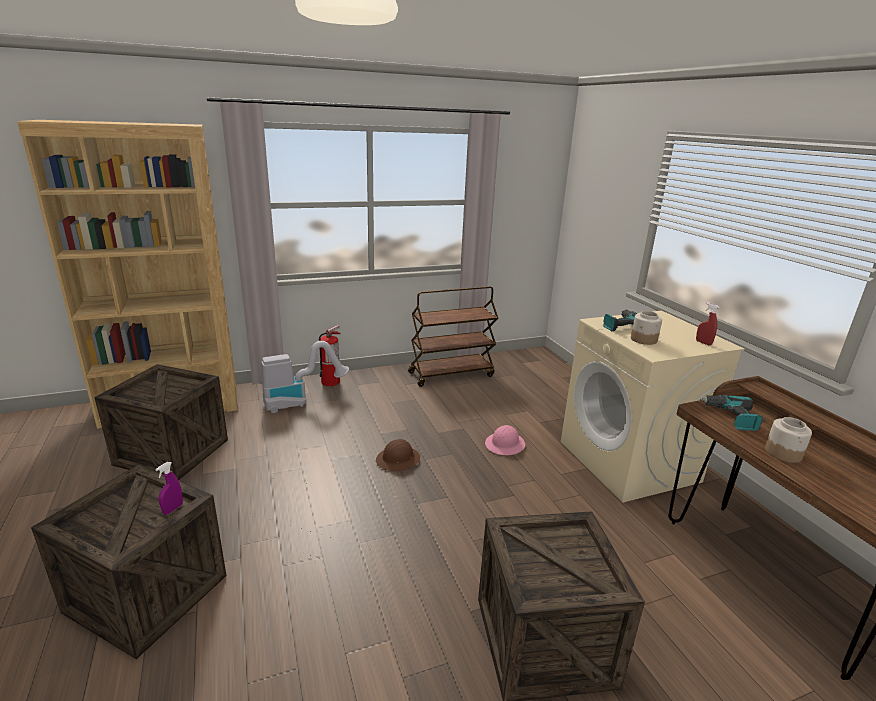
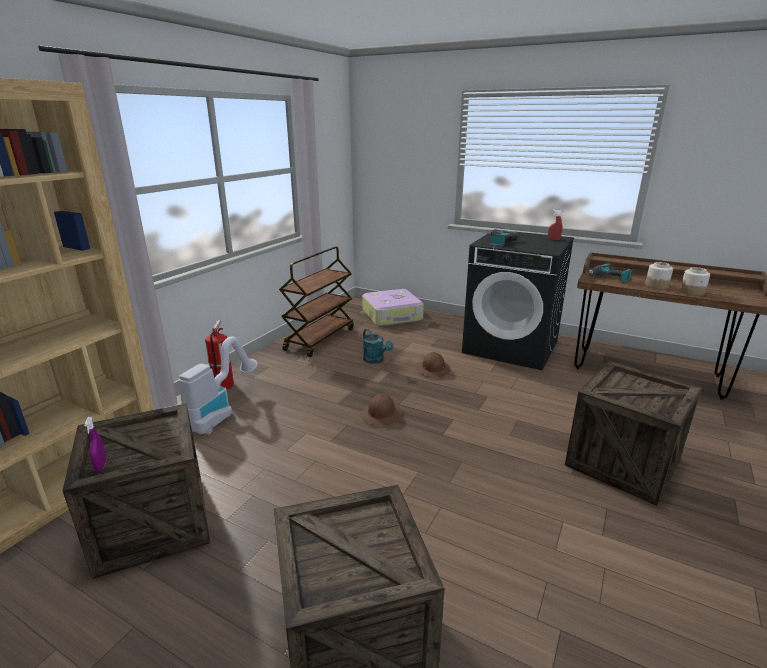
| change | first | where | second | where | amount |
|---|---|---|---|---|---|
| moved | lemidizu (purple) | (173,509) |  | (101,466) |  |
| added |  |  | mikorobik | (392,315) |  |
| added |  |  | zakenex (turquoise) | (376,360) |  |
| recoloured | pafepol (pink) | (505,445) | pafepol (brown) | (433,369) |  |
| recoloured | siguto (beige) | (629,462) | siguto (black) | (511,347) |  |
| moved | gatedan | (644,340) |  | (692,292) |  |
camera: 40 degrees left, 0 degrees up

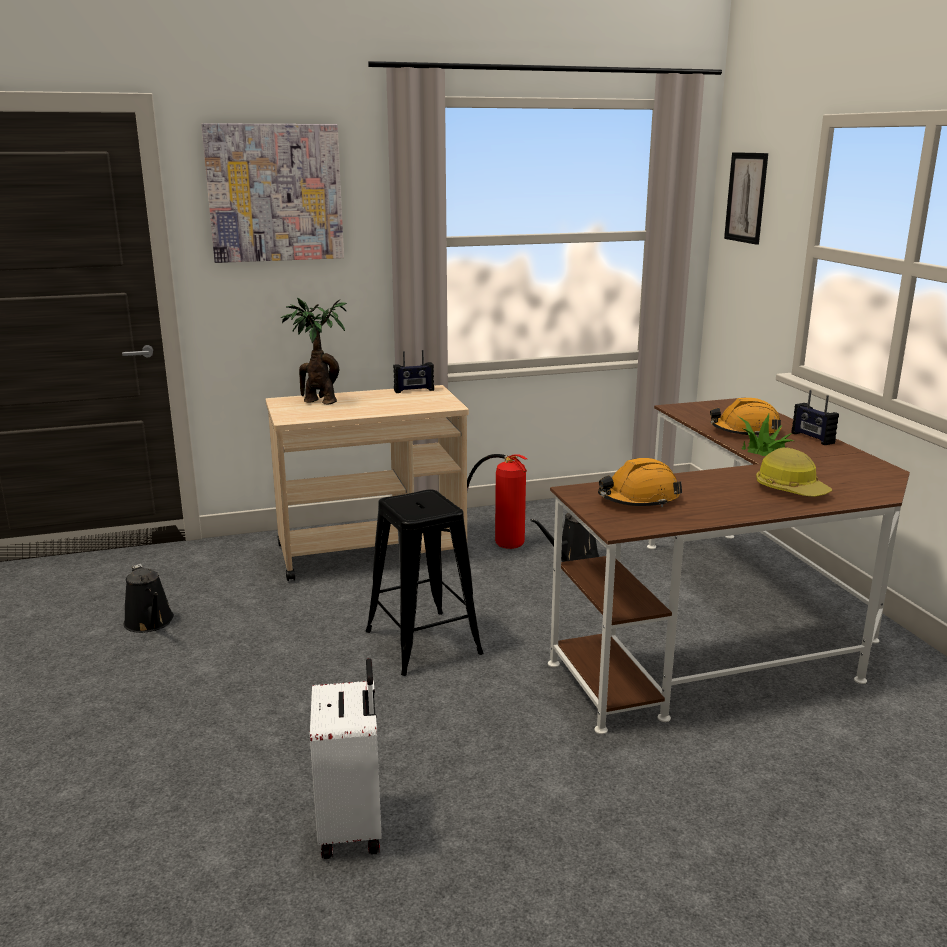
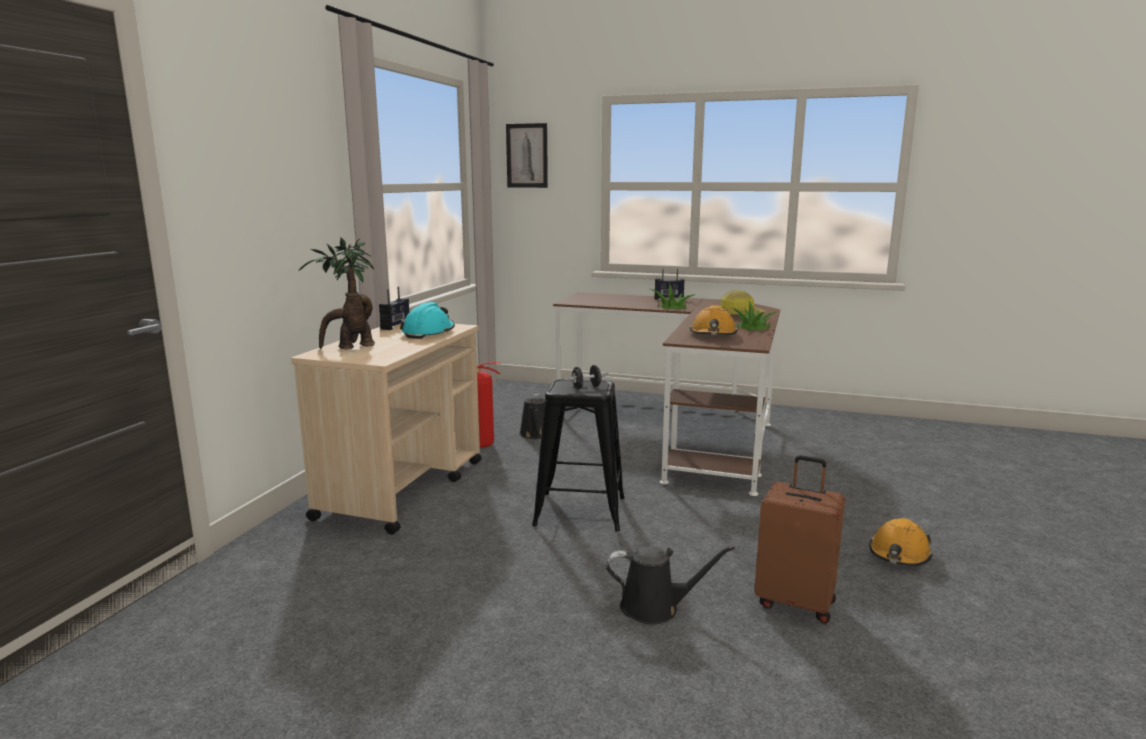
| change | first | where | second | where | amount |
|---|---|---|---|---|---|
| added |  |  | pafepol (turquoise) | (429,332) |  |
| added |  |  | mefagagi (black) | (586,387) |  |
| moved | zakenex (black) | (150,623) |  | (655,608) |  |
| added |  |  | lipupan | (752,327) |  |
| recoloured | mikorobik (white) | (353,827) | mikorobik (brown) | (795,602) |  |
| moved | pafepol (orange) | (745,431) |  | (899,555) |  |
| removed | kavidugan | (275,193) |  |  |  |
camera: 55 degrees left, 5 degrees down

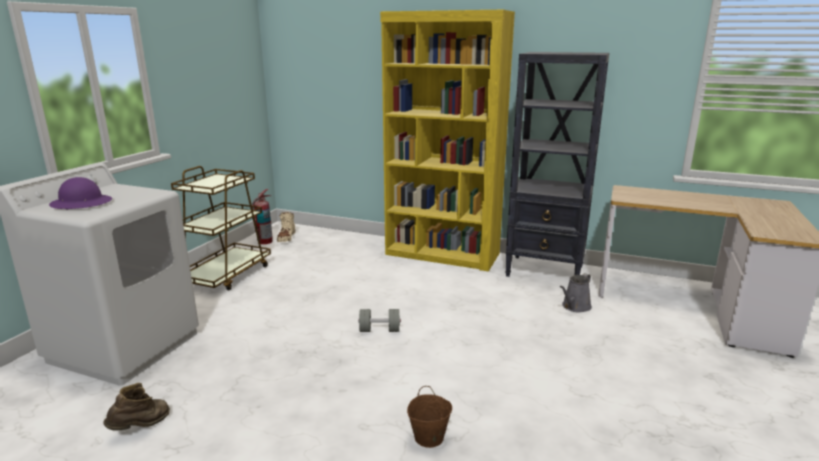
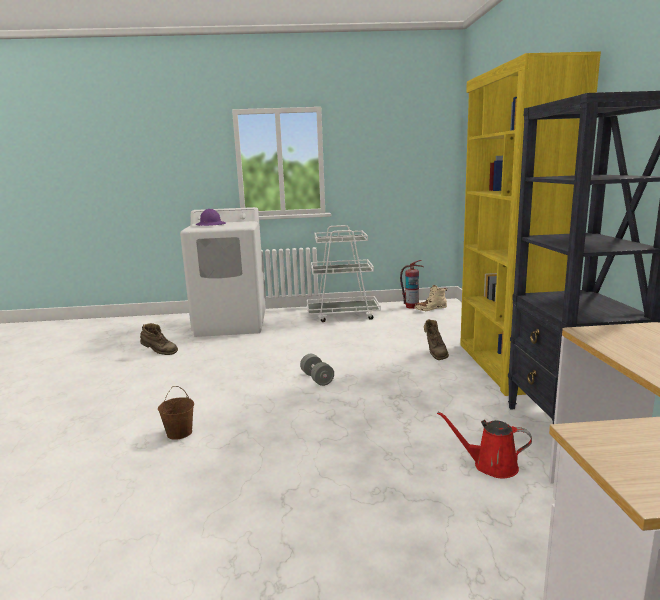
| change | first | where | second | where | amount |
|---|---|---|---|---|---|
| recoloured | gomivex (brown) | (226,275) | gomivex (white) | (343,315) |  |
| added |  |  | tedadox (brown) | (435,353) |  |
| recoloured | zakenex (grey) | (575,307) | zakenex (red) | (490,465) |  |
camera: 65 degrees right, 5 degrees down

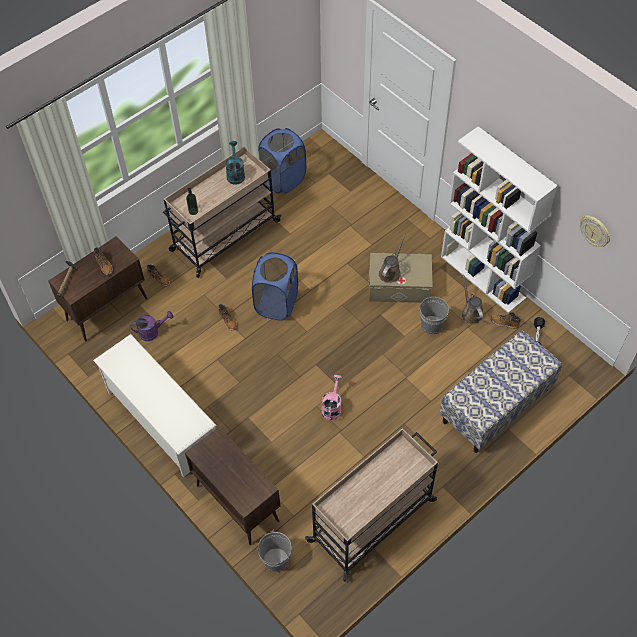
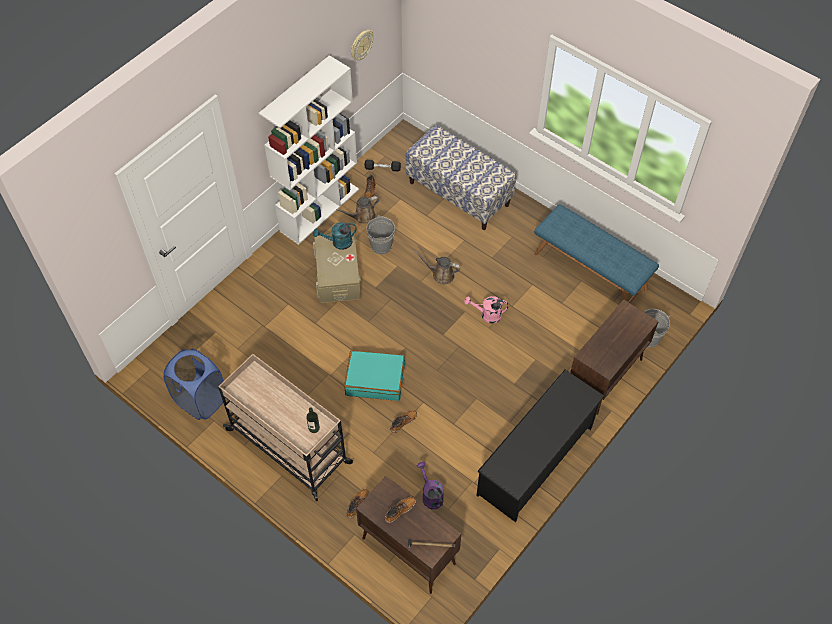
| change | first | where | second | where | amount |
|---|---|---|---|---|---|
| moved | zakenex (turquoise) | (235,173) |  | (338,243) |  |
| replaced | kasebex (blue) | (276,303) | mikorobik (turquoise) | (375,380) |  |
| moved | zakenex (brown) | (390,272) |  | (441,275) |  |
| recoloured | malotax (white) | (162,421) | malotax (black) | (535,461) |  |
| replaced | gomivex (beige) | (373,520) | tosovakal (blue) | (590,271) |  |
camera: 100 degrees left, 0 degrees up

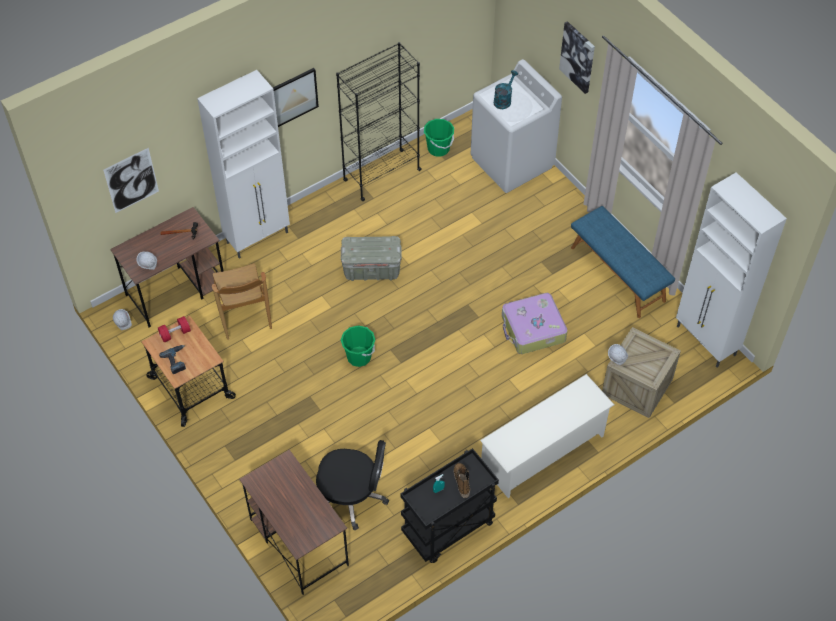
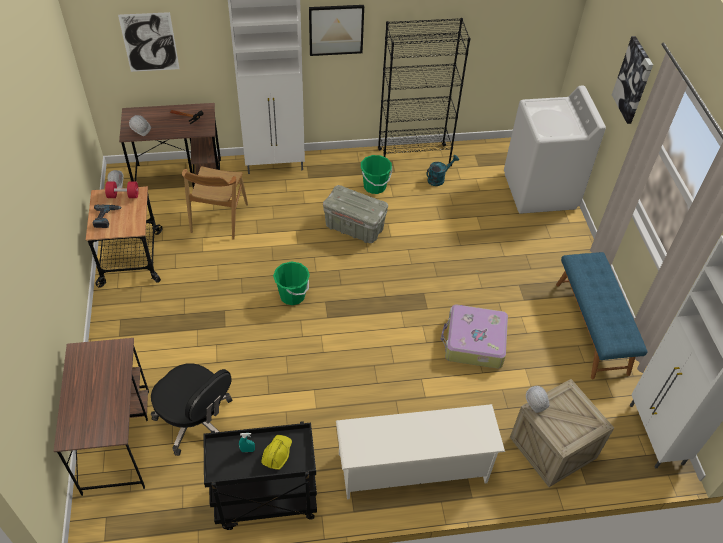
| change | first | where | second | where | amount |
|---|---|---|---|---|---|
| replaced | tedadox | (461,482) | pafepol (yellow) | (277,454) |  |
| moved | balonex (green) | (438,149) |  | (374,186) |  |
| moved | zakenex (turquoise) | (504,100) |  | (438,179) |  |
camera: 25 degrees right, 5 degrees down

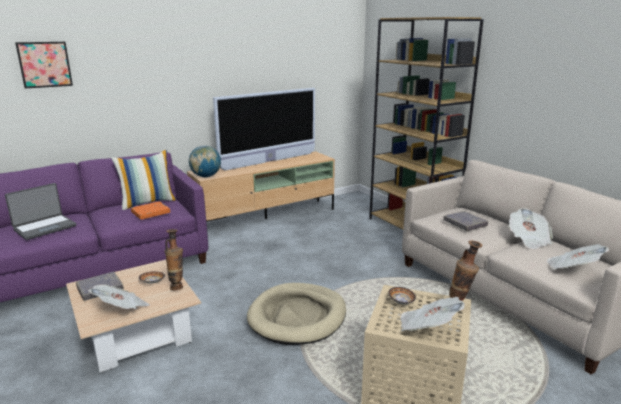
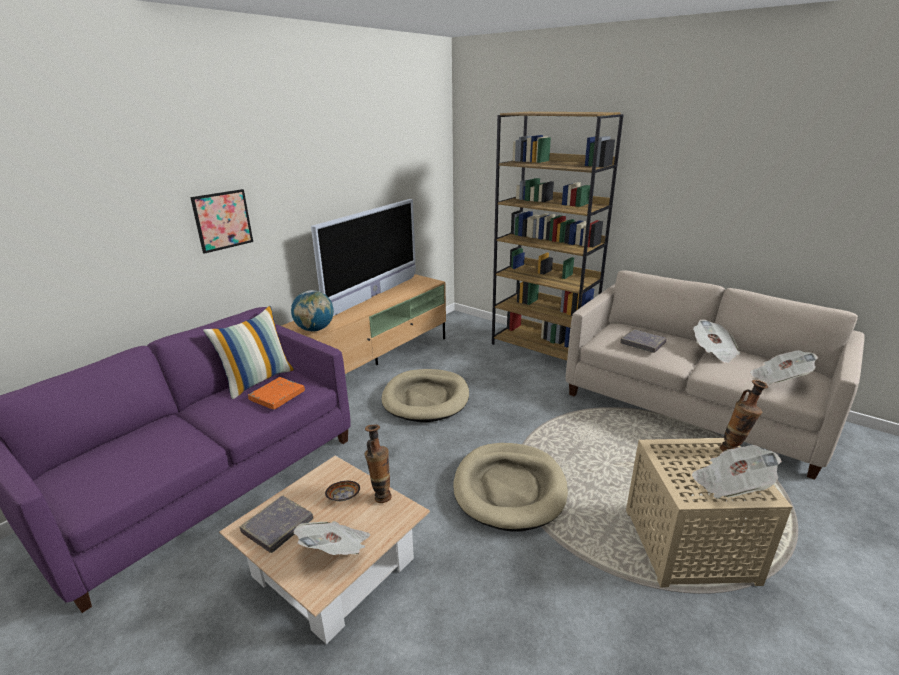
| change | first | where | second | where | amount |
|---|---|---|---|---|---|
| moved | kavidugan | (45,64) |  | (222,220) |  |
| added |  |  | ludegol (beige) | (426,398) |  |
| removed | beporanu | (45,227) |  |  |  |
| removed | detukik | (401,301) |  |  |  |
camera: 20 degrees left, 5 degrees up

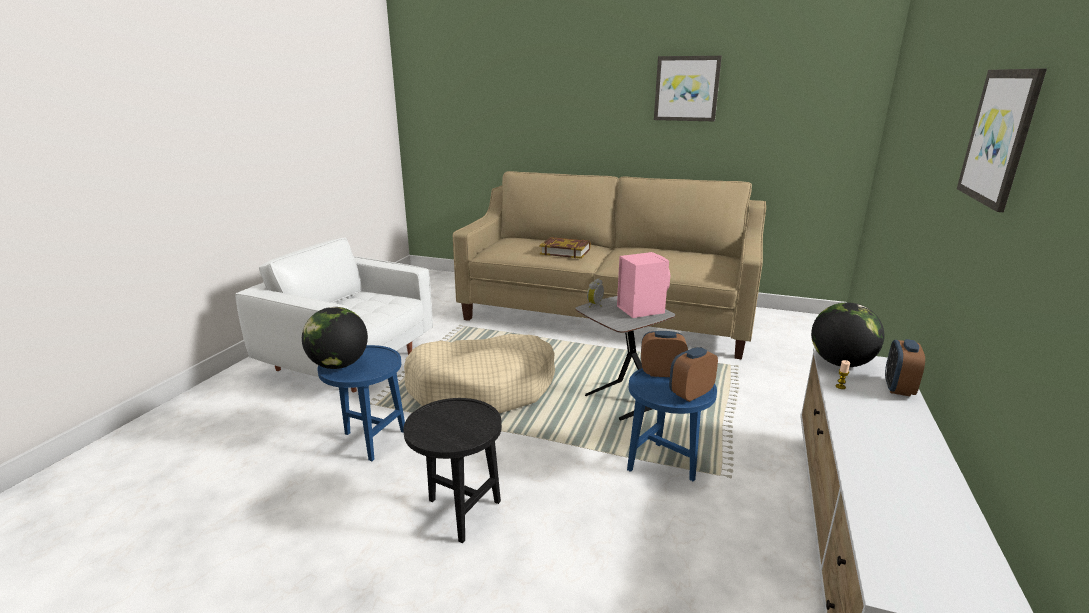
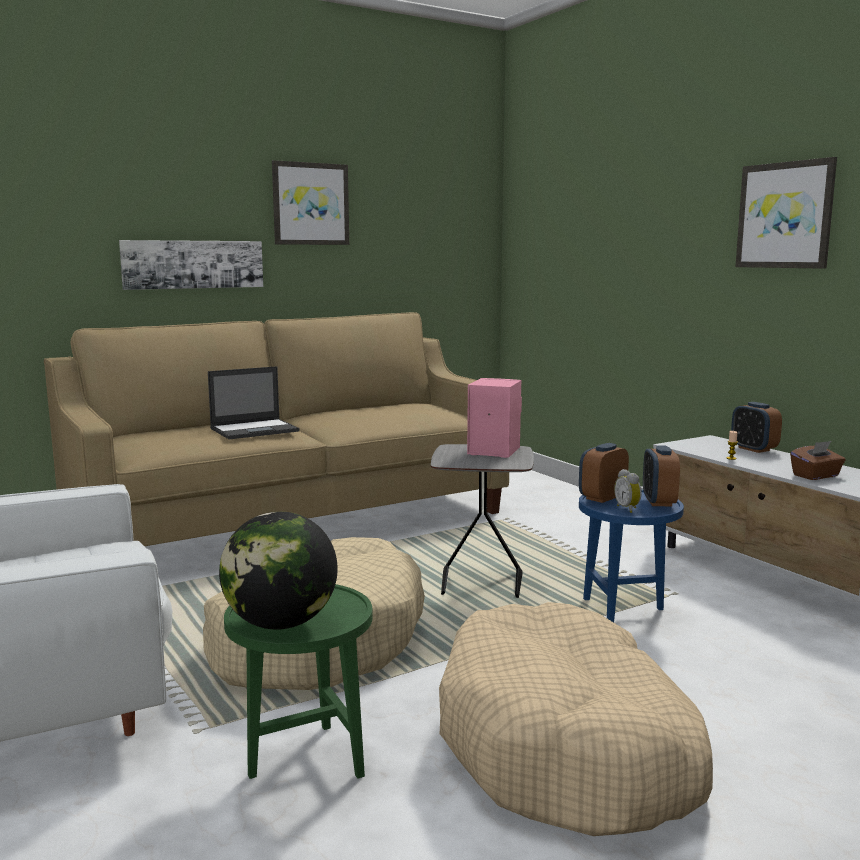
| change | first | where | second | where | amount |
|---|---|---|---|---|---|
| added |  |  | kavidugan | (193,264) |  |
| replaced | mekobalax | (565,251) | beporanu | (255,430) |  |
| recoloured | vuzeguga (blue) | (370,440) | vuzeguga (green) | (304,761) |  |
| replaced | vuzeguga (black) | (459,511) | ludegol (beige) | (568,746) |  |
| moved | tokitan | (596,305) |  | (628,509) |  |
| added |  |  | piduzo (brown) | (816,476) |  |
| removed | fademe | (840,363) |  |  |  |
camera: 50 degrees left, 10 degrees down

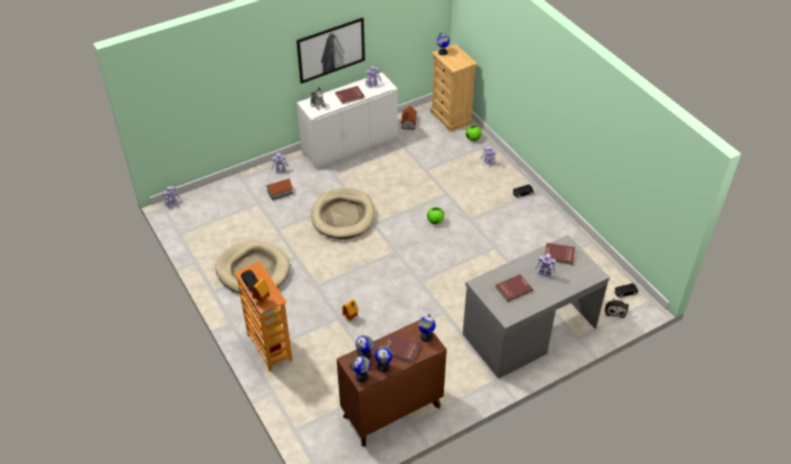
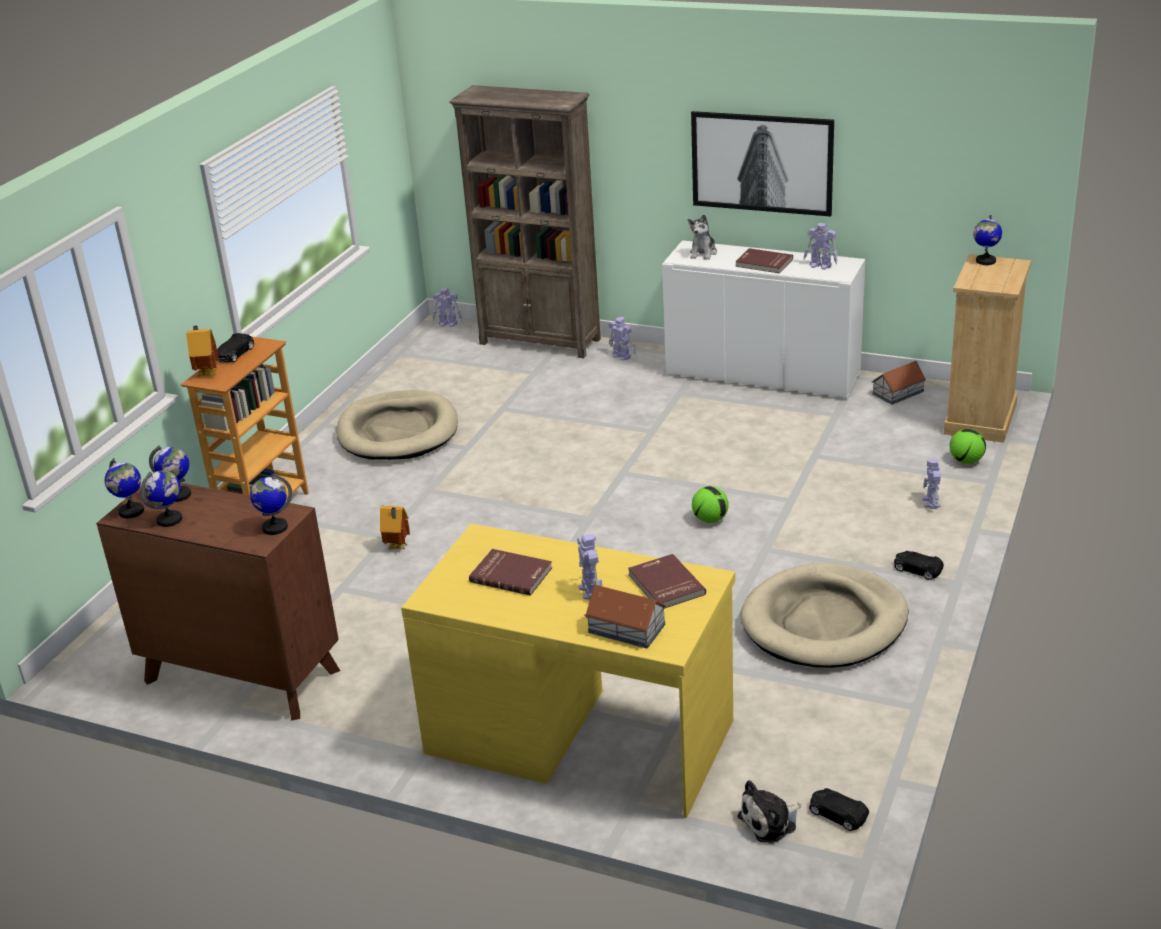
| change | first | where | second | where | amount |
|---|---|---|---|---|---|
| recoloured | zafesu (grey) | (528,330) | zafesu (yellow) | (579,735) |  |
| added |  |  | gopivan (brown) | (540,341) |  |
| moved | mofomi | (280,192) |  | (627,628) |  |
| moved | ludegol (beige) | (343,216) |  | (824,622) |  |
| removed | mekobalax (red) | (401,350) |  |  |  |
camera: 55 degrees right, 15 degrees down

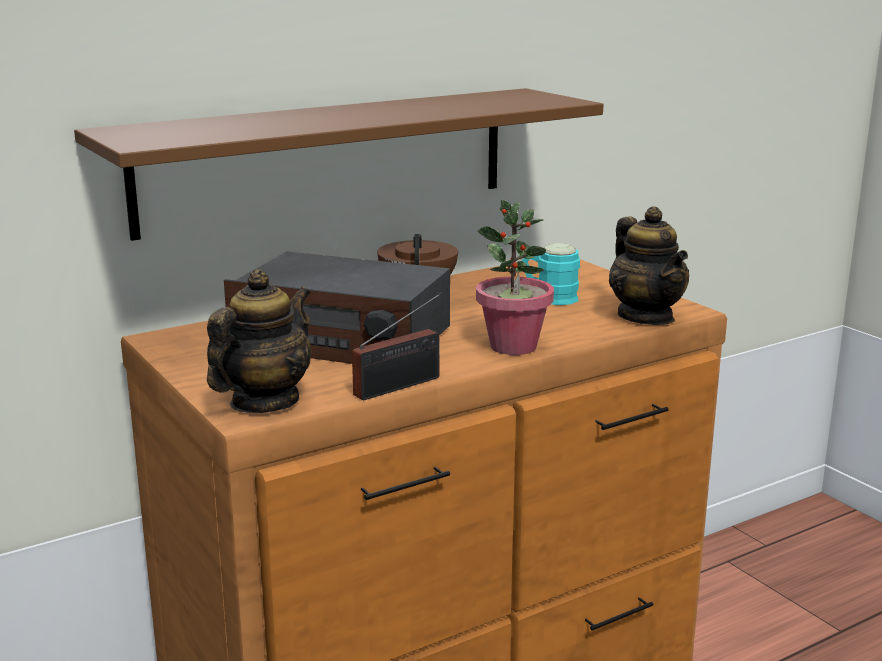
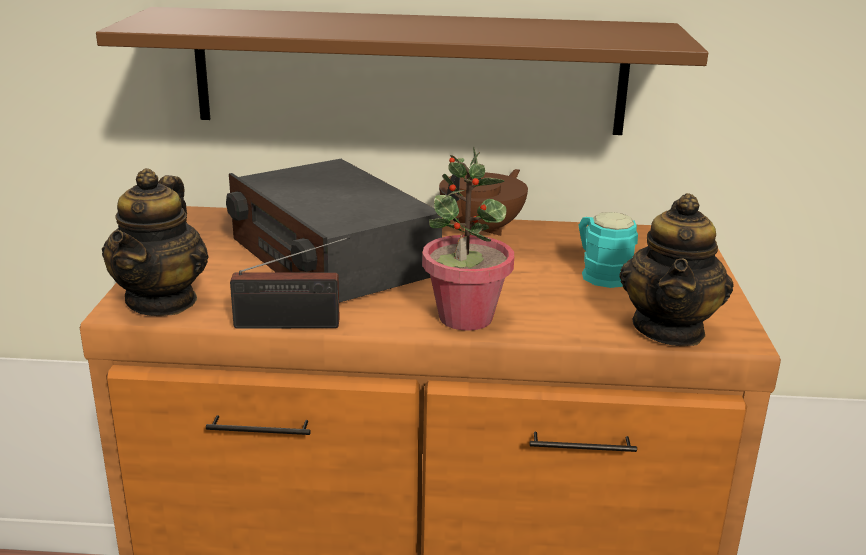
| change | first | where | second | where | amount |
|---|---|---|---|---|---|
| turned | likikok | (264,402) |  | (162,301) | 120 degrees clockwise |
camera: 35 degrees right, 5 degrees up

